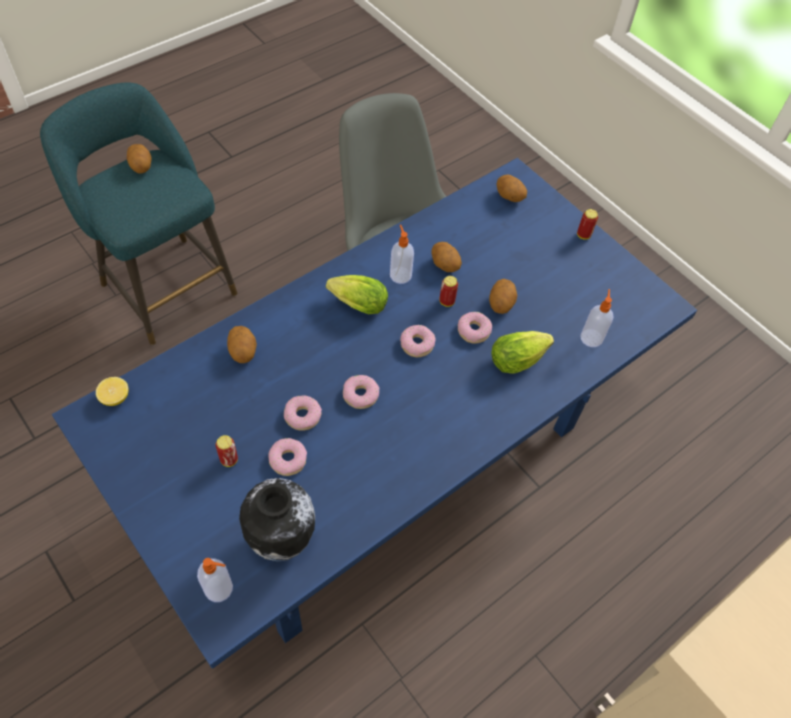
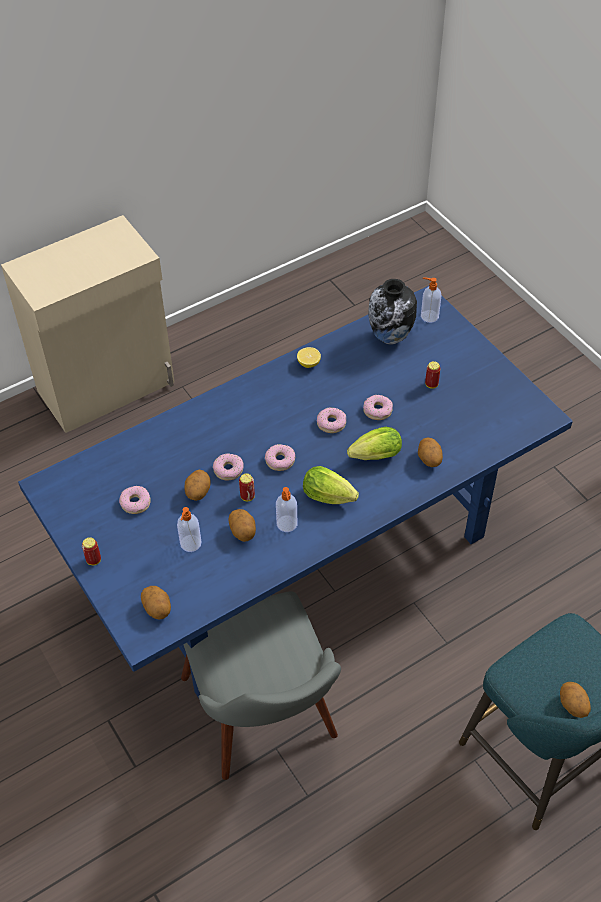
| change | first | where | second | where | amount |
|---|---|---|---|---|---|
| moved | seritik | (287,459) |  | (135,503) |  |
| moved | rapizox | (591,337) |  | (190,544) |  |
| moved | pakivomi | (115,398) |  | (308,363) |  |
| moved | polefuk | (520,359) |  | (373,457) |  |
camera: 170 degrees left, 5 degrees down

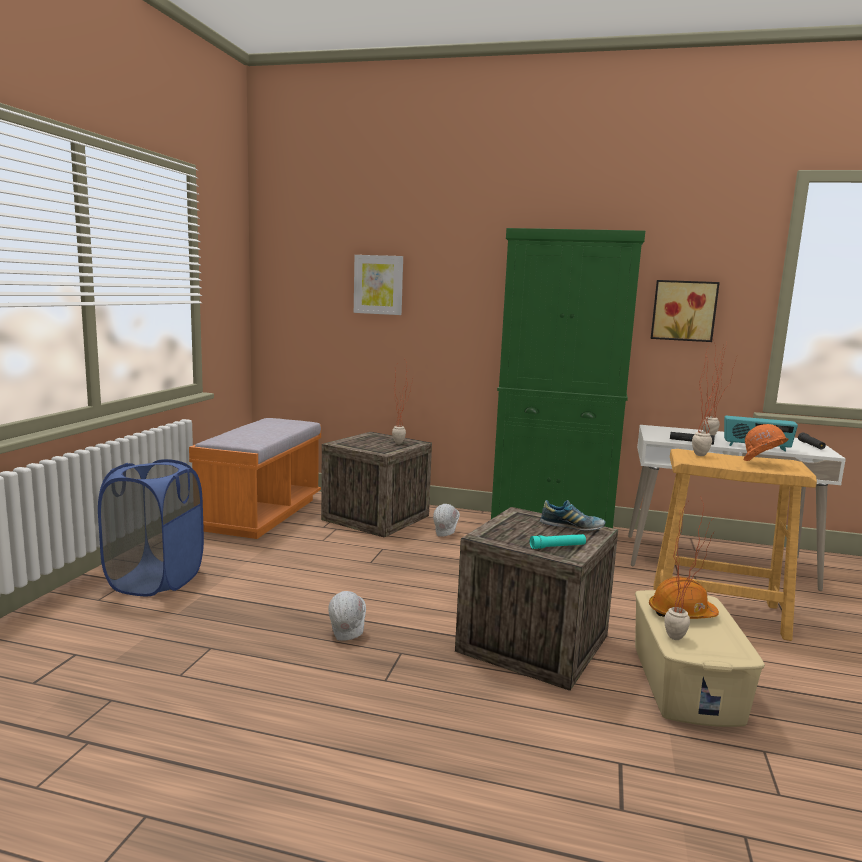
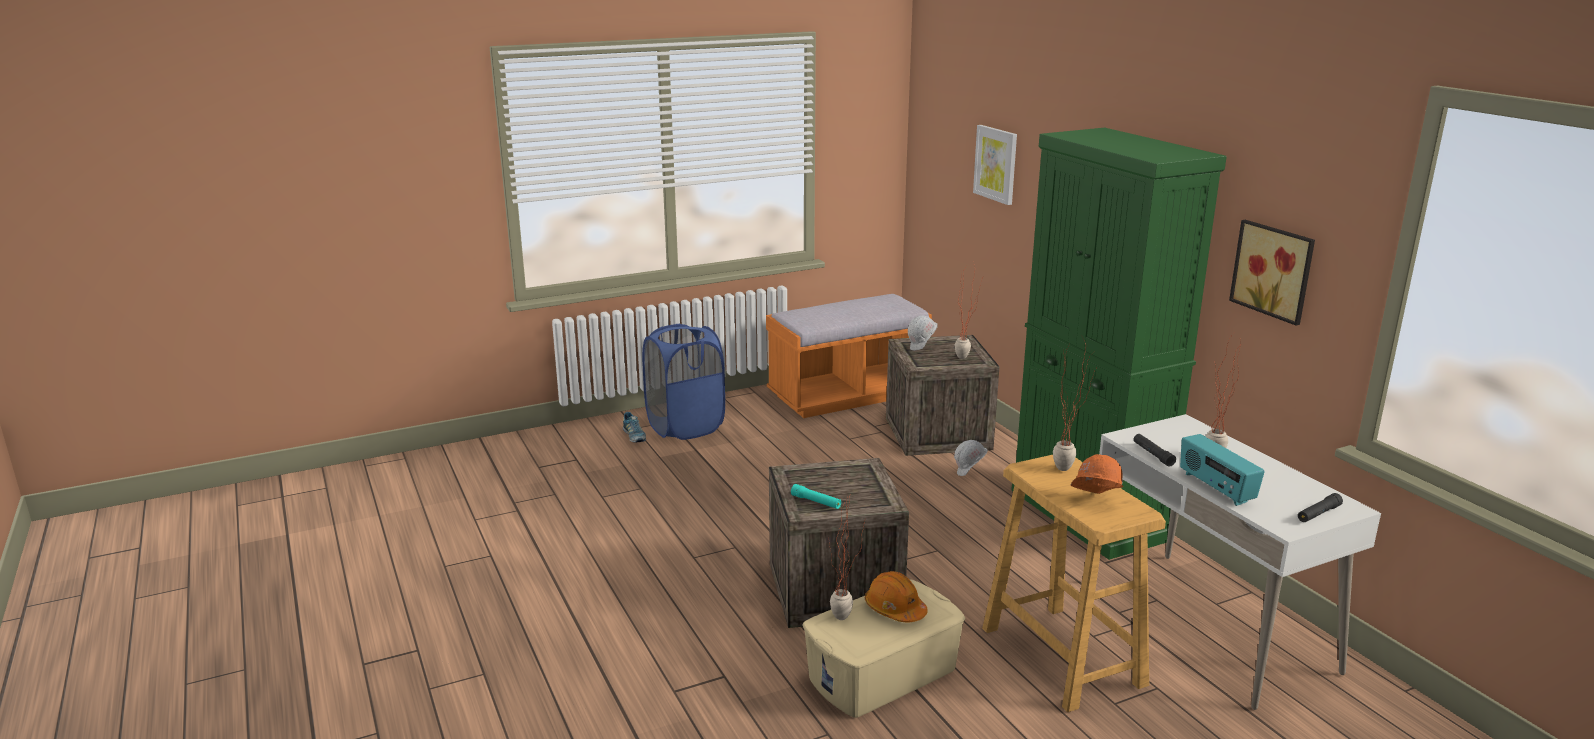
| change | first | where | second | where | amount |
|---|---|---|---|---|---|
| moved | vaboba | (572,527) |  | (634,436) |  |
| moved | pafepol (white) | (348,633) |  | (922,348) |  |
camera: 50 degrees right, 10 degrees up

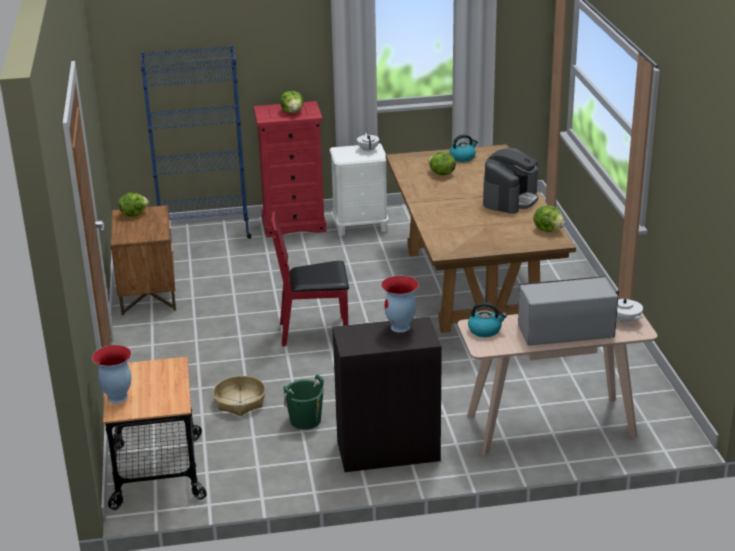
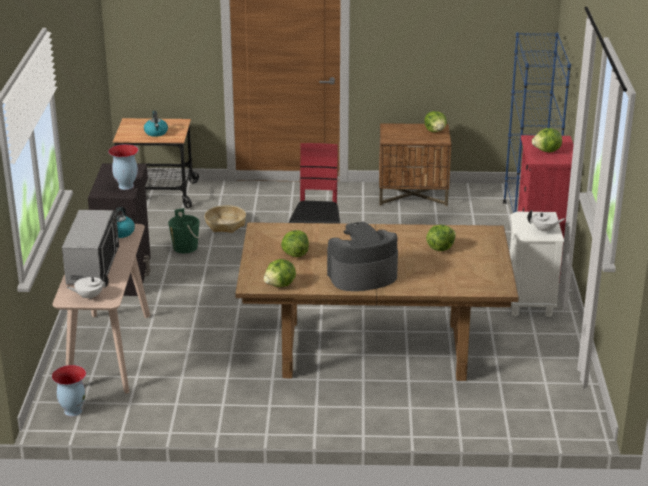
| change | first | where | second | where | amount |
|---|---|---|---|---|---|
| moved | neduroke | (117,398) |  | (72,410) |  |
| moved | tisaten | (463,157) |  | (156,133) |  |
| added |  |  | polefuk | (295,254) |  |
| turned | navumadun | (510,199) |  | (362,276) | 120 degrees clockwise |
camera: 100 degrees right, 0 degrees up

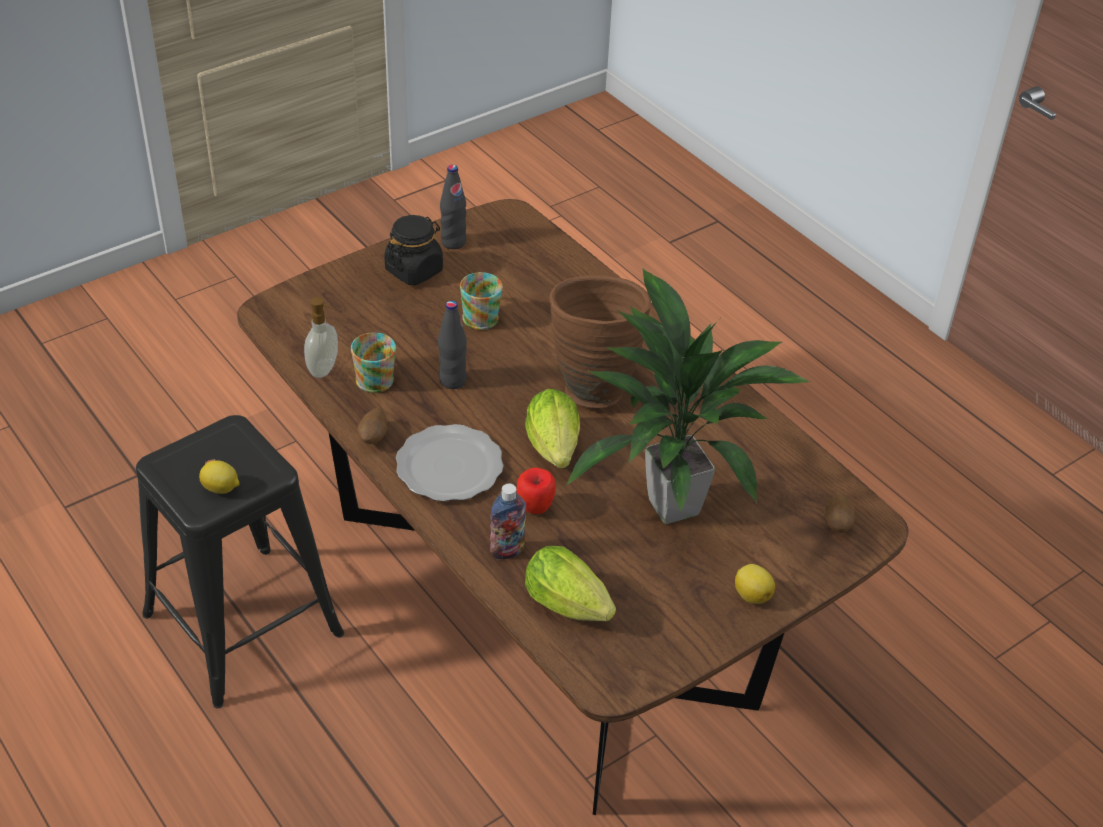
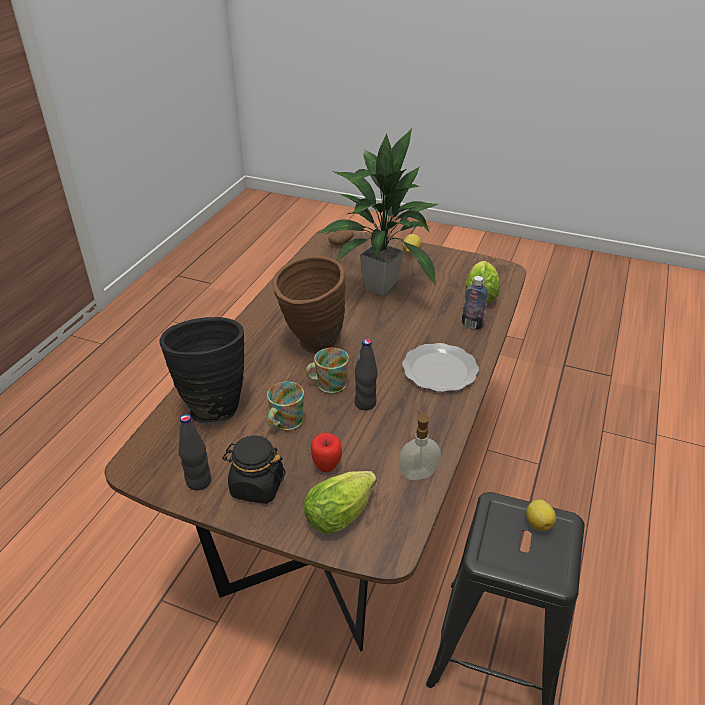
| change | first | where | second | where | amount |
|---|---|---|---|---|---|
| added |  |  | neduroke (black) | (212,405) |  |
| moved | polefuk | (554,451) |  | (342,512) |  |
| moved | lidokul | (378,377) |  | (327,384) |  |
| moved | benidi | (535,509) |  | (326,466) |  |
| removed | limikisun | (373,437) |  |  |  |
camera: 120 degrees left, 5 degrees down

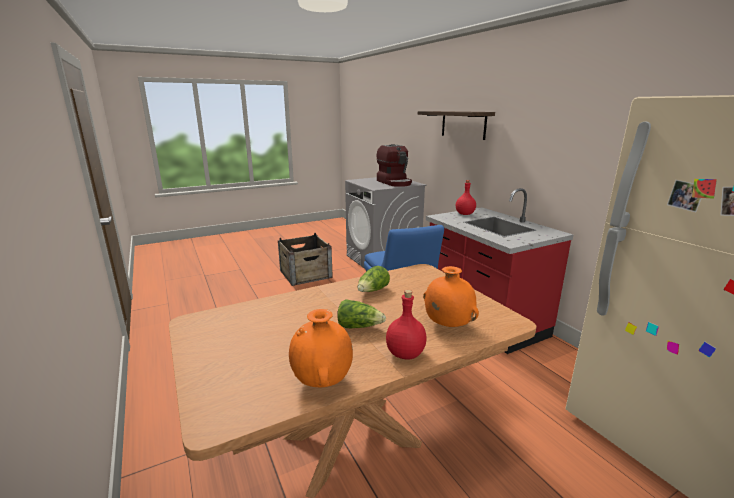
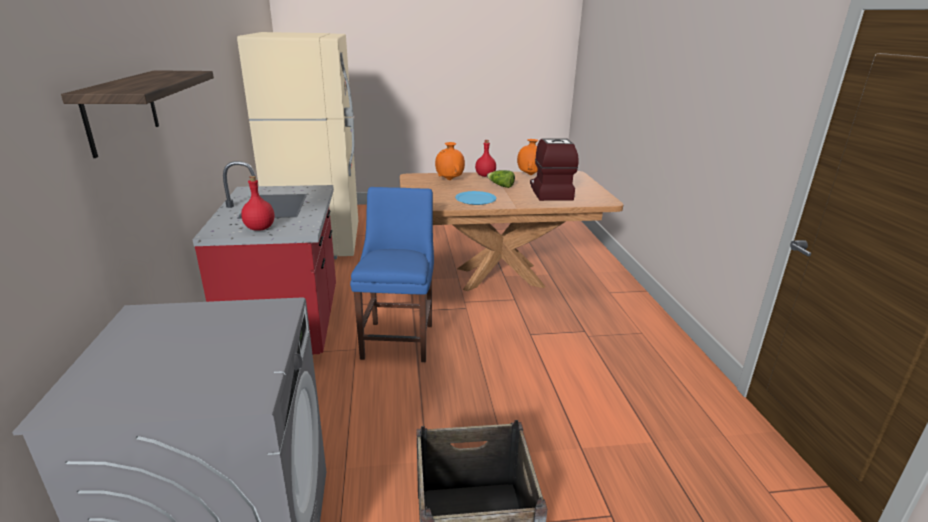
| change | first | where | second | where | amount |
|---|---|---|---|---|---|
| replaced | polefuk | (373,291) | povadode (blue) | (475,199) |  |
| moved | navumadun | (395,182) |  | (549,192) |  |
camera: 160 degrees left, 5 degrees up

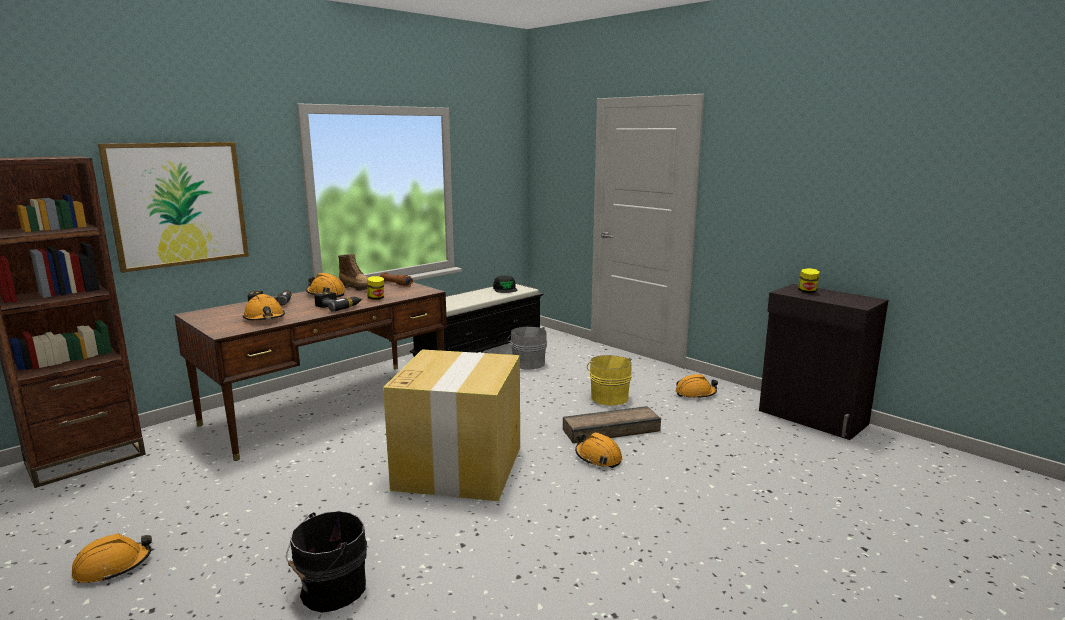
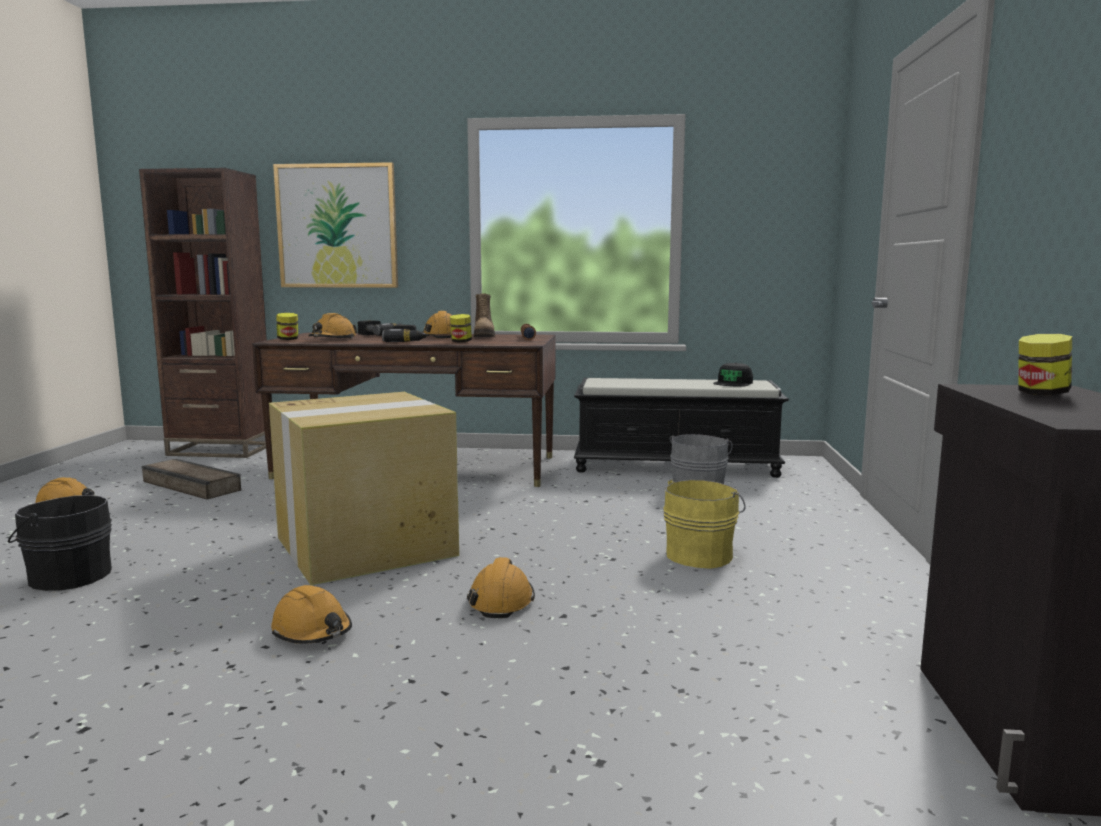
| change | first | where | second | where | amount |
|---|---|---|---|---|---|
| moved | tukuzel | (610,429) |  | (192,485) |  |
| moved | pafepol (orange) | (695,394) |  | (312,631) |  |
| added |  |  | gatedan | (288,339) |  |
camera: 50 degrees right, 5 degrees down

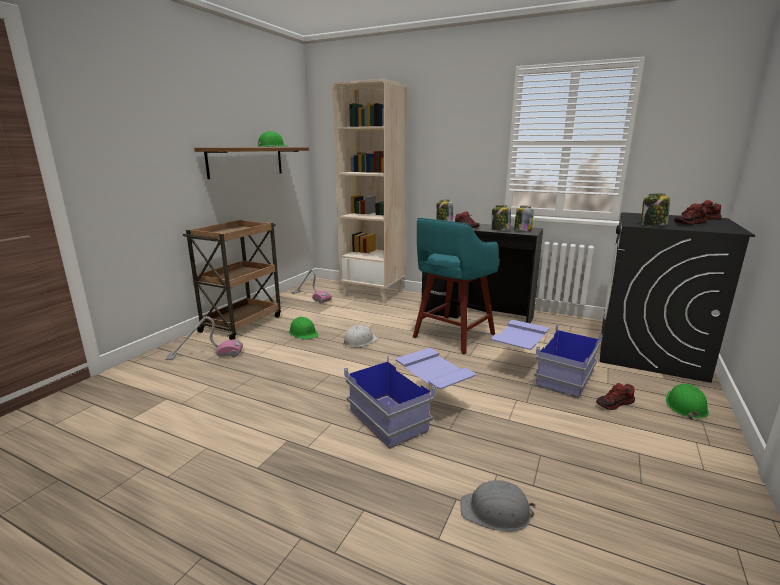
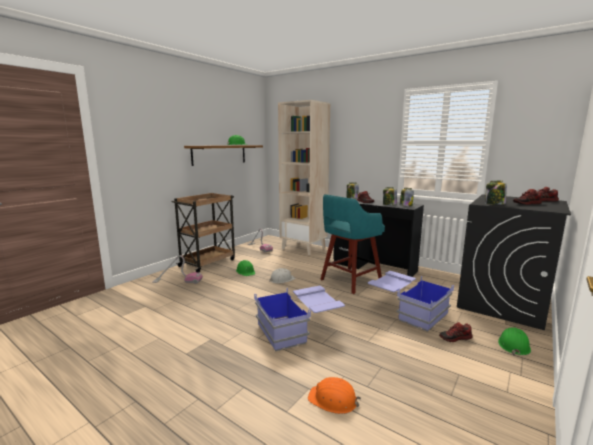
| change | first | where | second | where | amount |
|---|---|---|---|---|---|
| recoloured | pafepol (grey) | (496,512) | pafepol (orange) | (333,400) |  |
camera: 10 degrees right, 5 degrees down

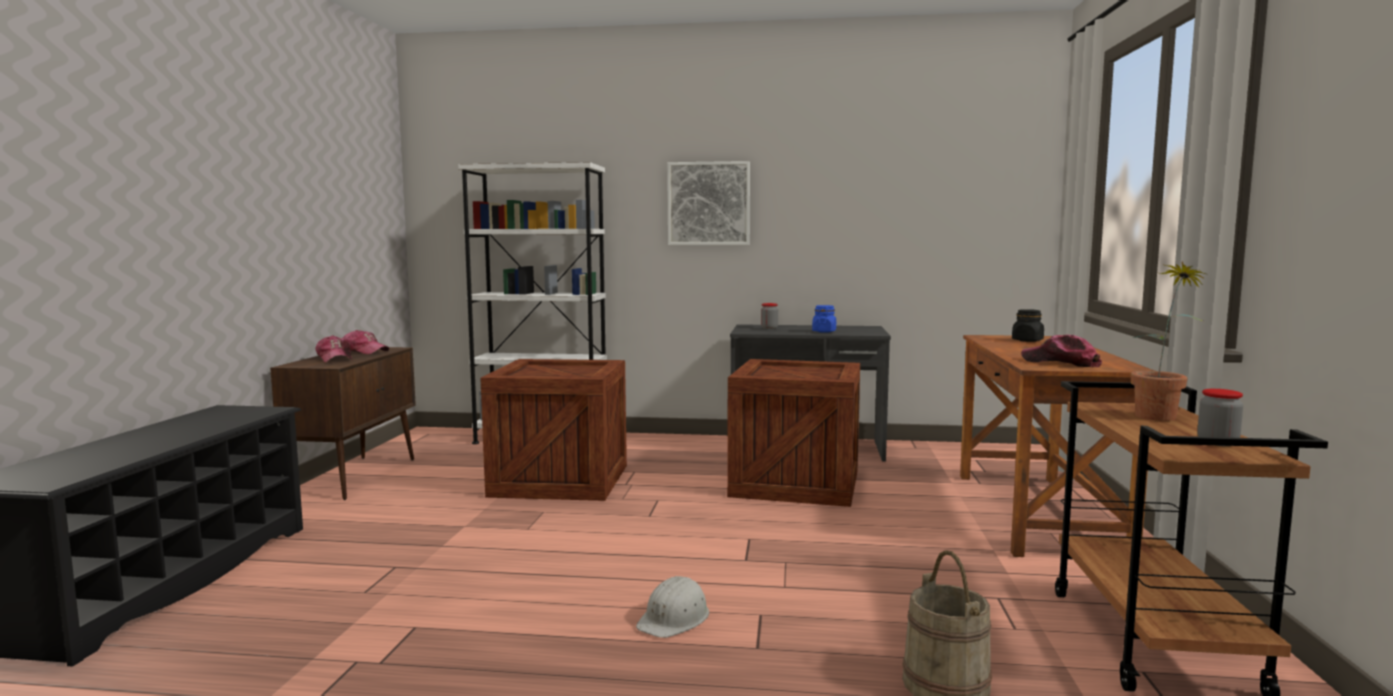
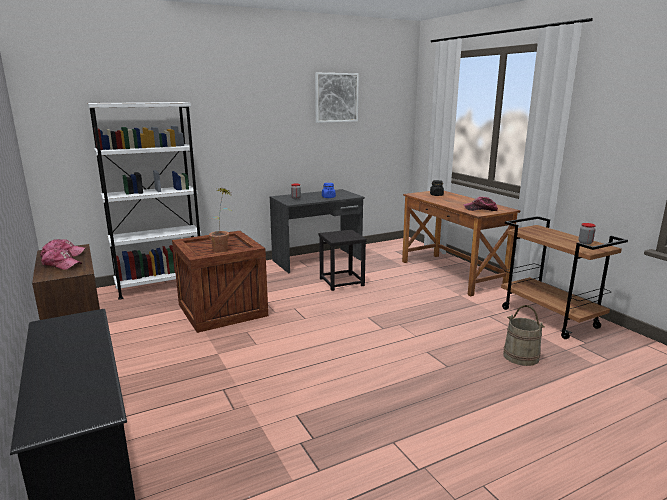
| change | first | where | second | where | amount |
|---|---|---|---|---|---|
| moved | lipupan | (1161,415) |  | (223,248) |  |
| moved | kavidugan | (708,203) |  | (336,97) |  |
| replaced | tukuzel | (793,483) | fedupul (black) | (341,282) |  |
| removed | pafepol (white) | (674,618) |  |  |  |
camera: 35 degrees left, 10 degrees up

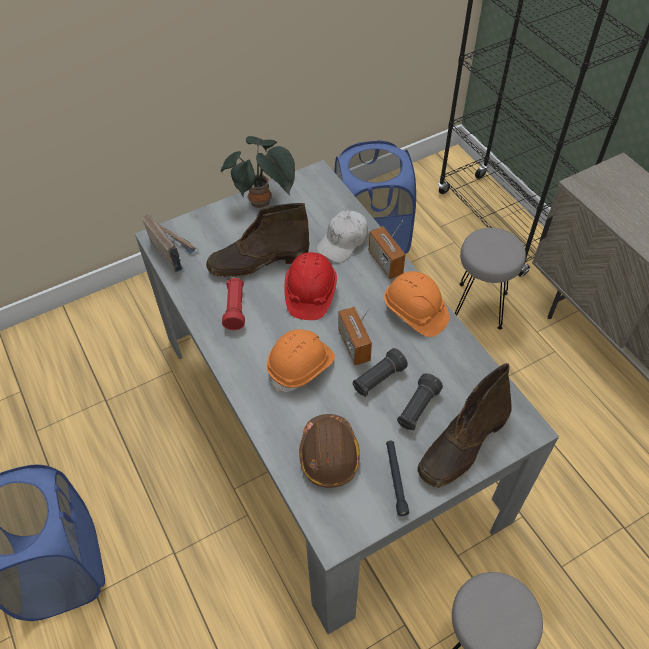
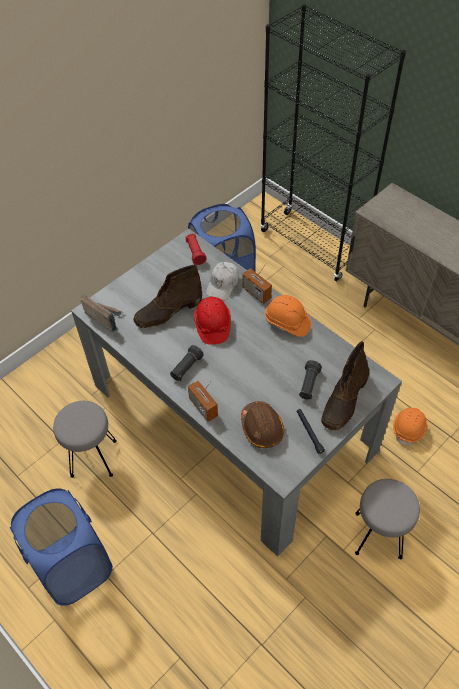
| change | first | where | second | where | amount |
|---|---|---|---|---|---|
| moved | fedupul (grey) | (479,305) |  | (93,458) |  |
| moved | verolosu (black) | (378,379) |  | (186,368) |  |
| moved | verolosu (red) | (235,309) |  | (195,253) |  |
| moved | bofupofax | (354,345) |  | (203,407) |  |
| moved | pafepol (orange) | (301,367) |  | (409,428) |  |
| removed | lipupan | (262,203) |  |  |  |
camera: 15 degrees left, 0 degrees up

